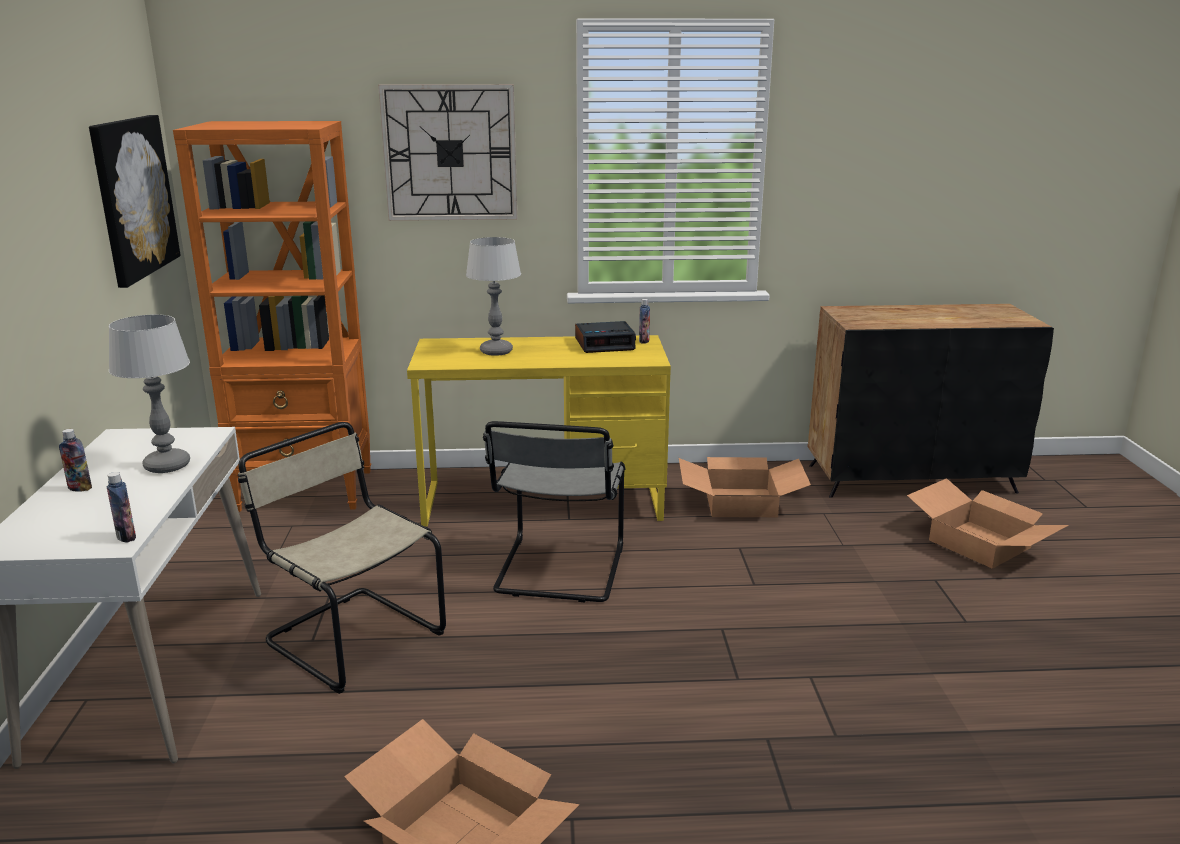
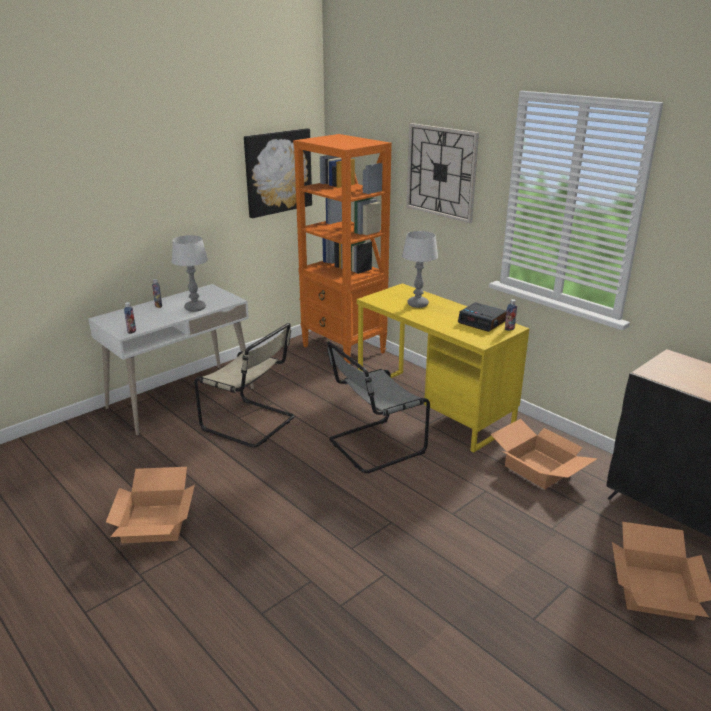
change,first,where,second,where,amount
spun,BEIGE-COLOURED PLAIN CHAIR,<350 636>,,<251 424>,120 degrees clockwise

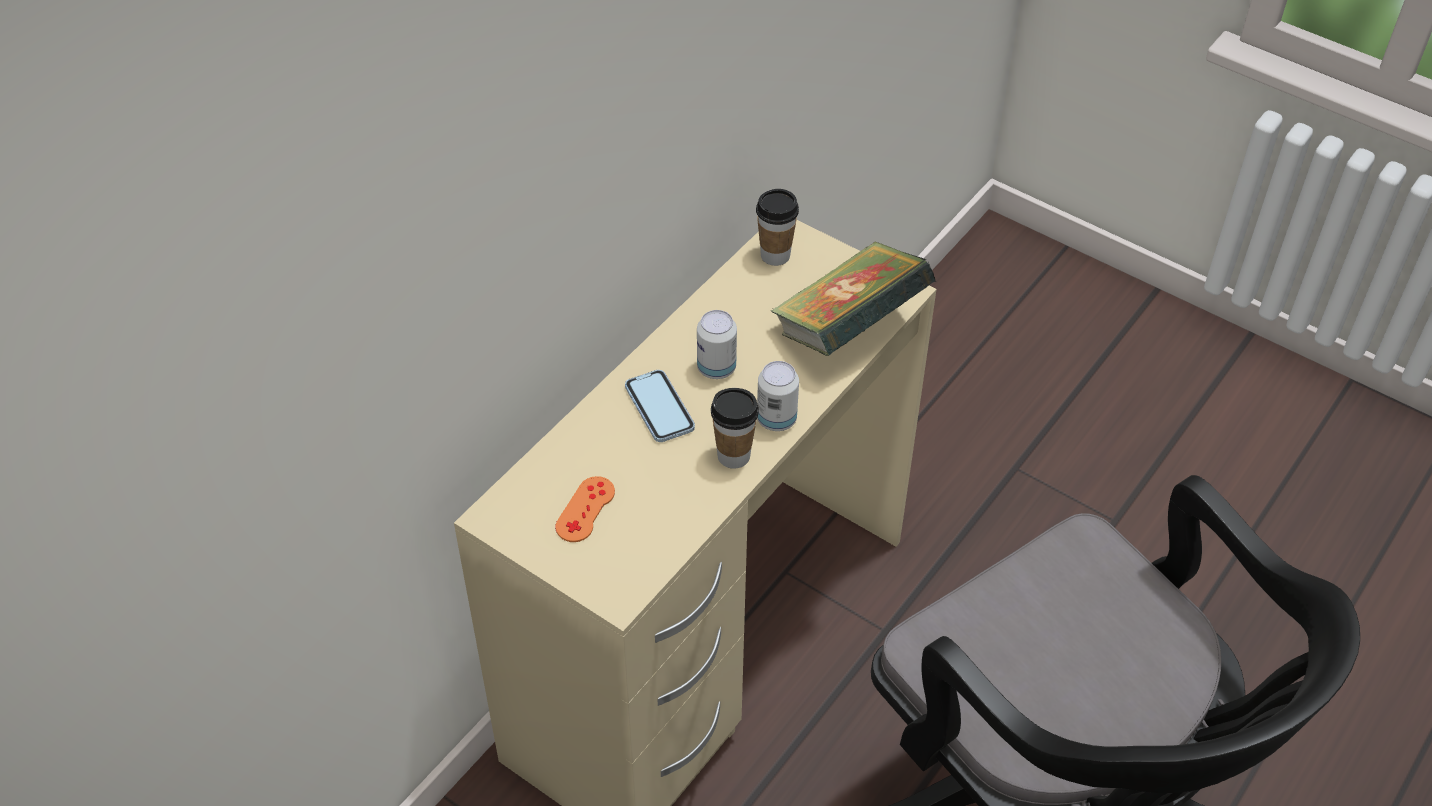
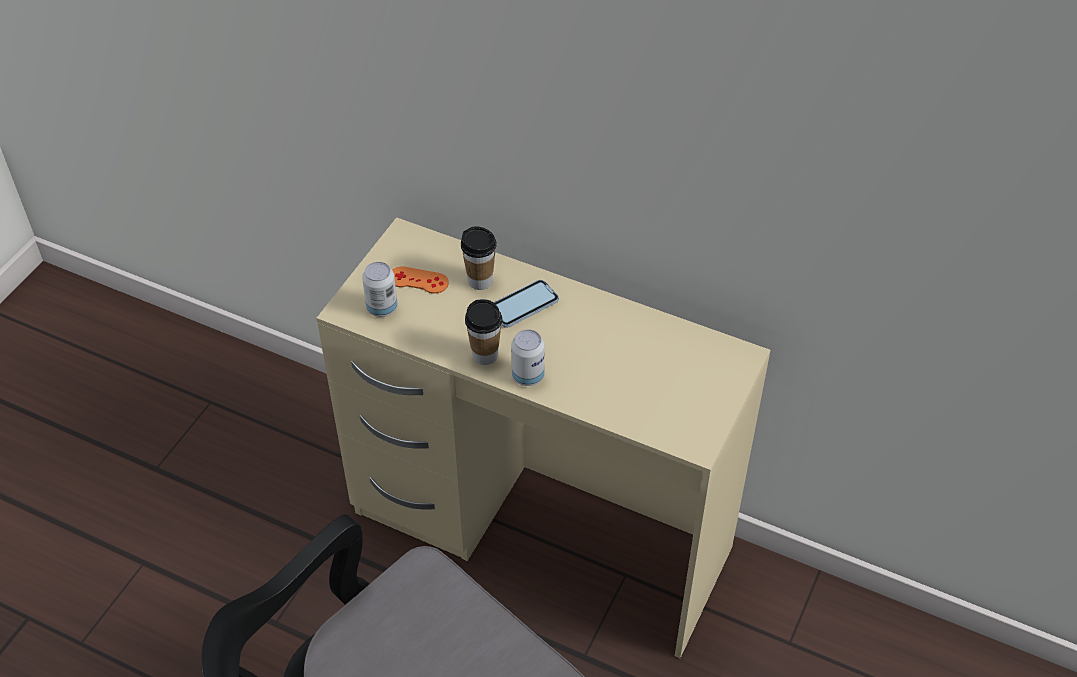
change,first,where,second,where,amount
relocated,METAL CAN,<716 368>,,<382 308>,
relocated,DRINKING CUP,<775 255>,,<480 281>,
missing,BOUND BOOK,<849 329>,,,

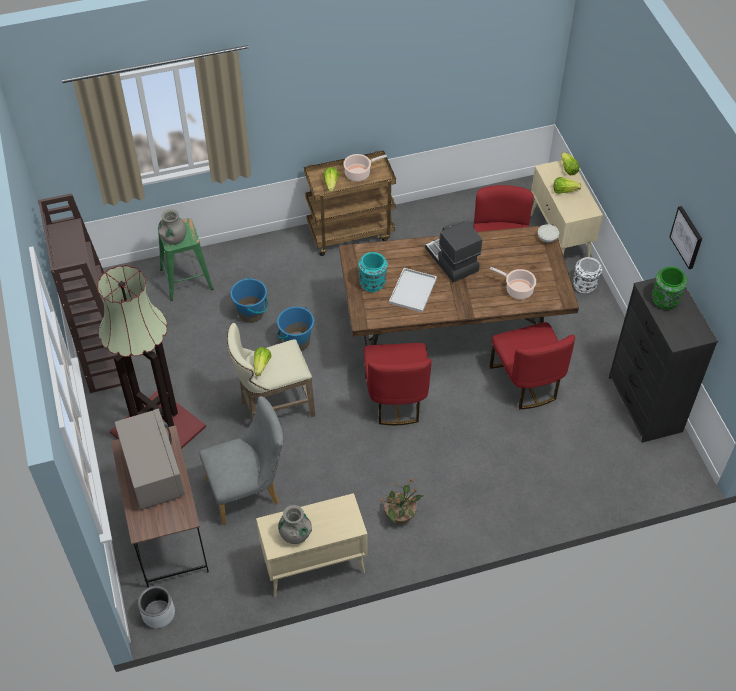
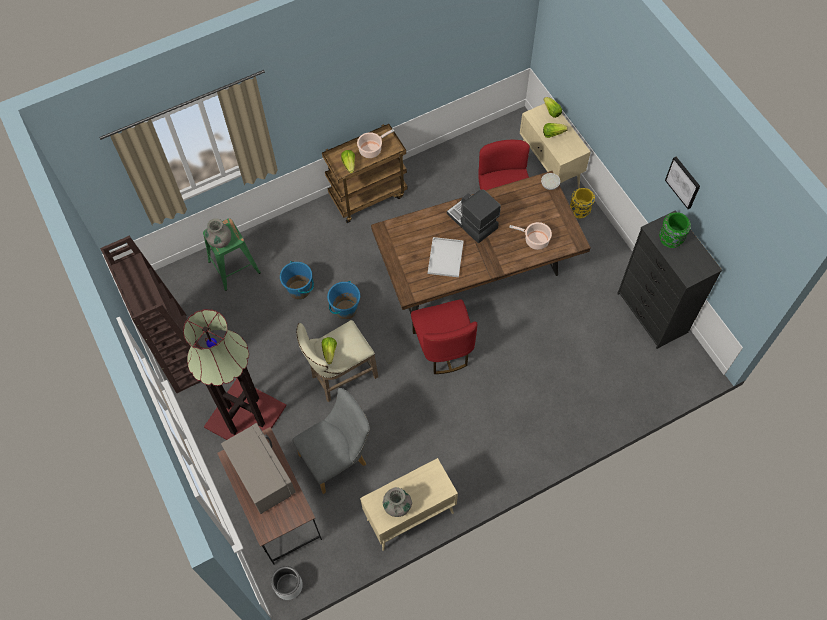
change,first,where,second,where,amount
colour,WHITE-COLOURED FLOWER VASE,<584 286>,YELLOWISH FLOWER VASE,<580 211>,
missing,TURQUOISE FLOWER VASE,<373 284>,,,
missing,PLANT IN A POT,<400 515>,,,
missing,REDDISH PLAIN CHAIR,<526 382>,,,

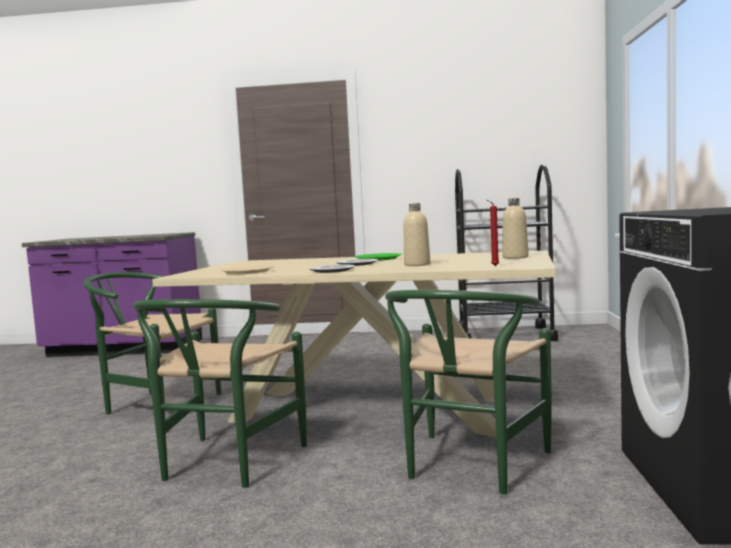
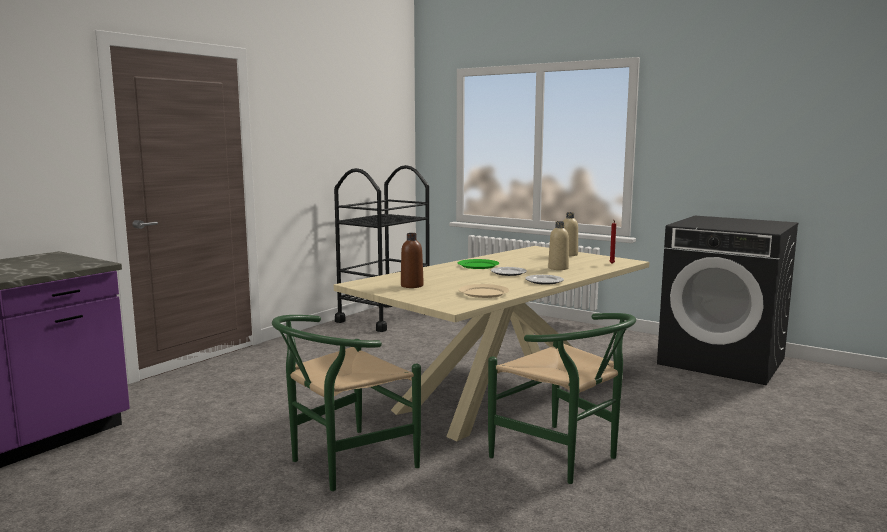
change,first,where,second,where,amount
appeared,,,BROWNISH BOTTLE,<412 286>,
missing,GREEN PLAIN CHAIR,<469 467>,,,

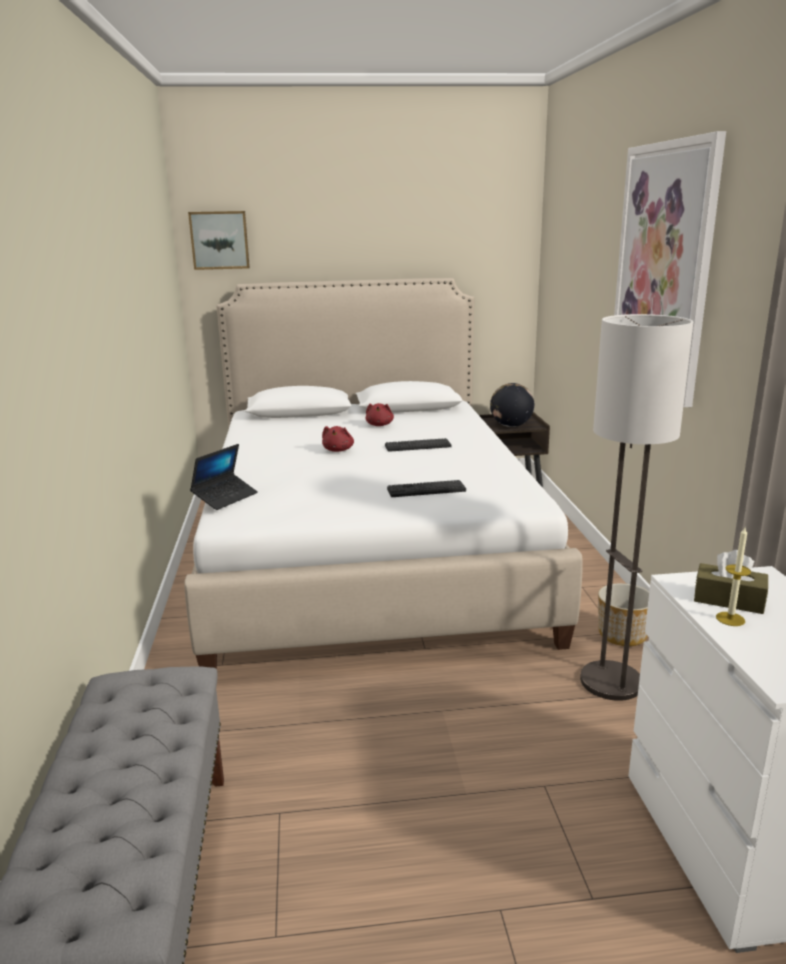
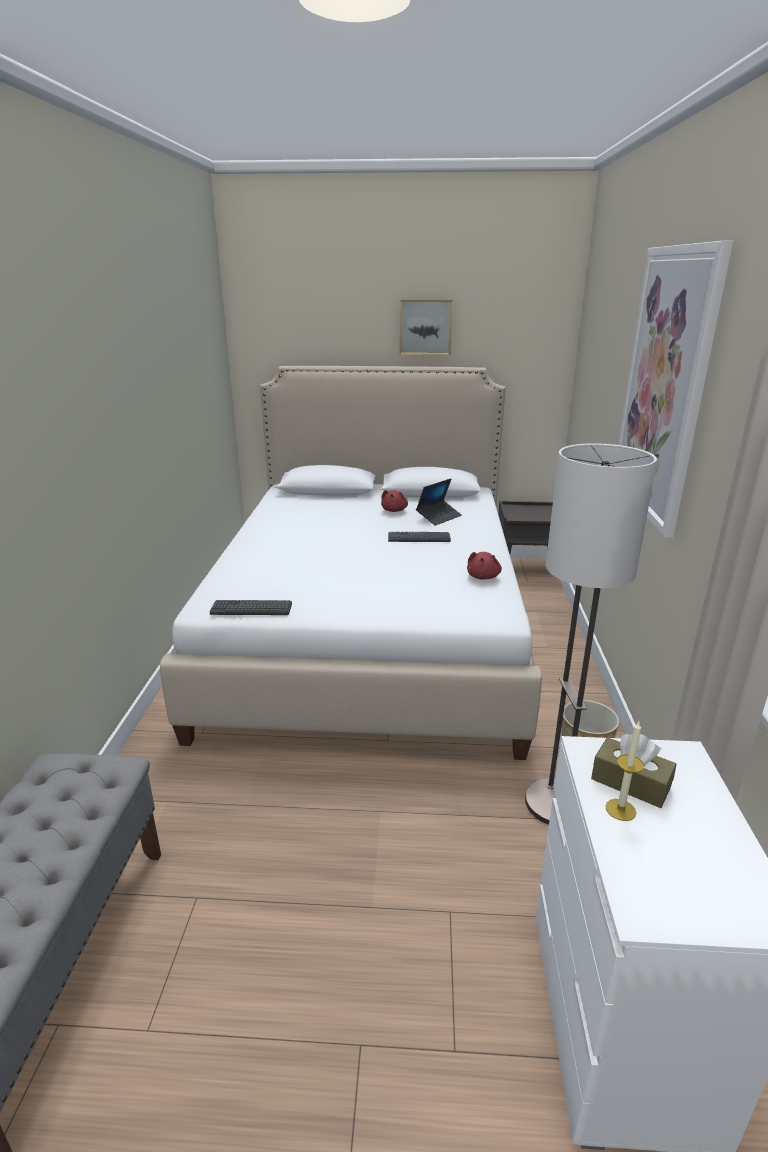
change,first,where,second,where,amount
relocated,PC KEYBOARD,<426 490>,,<251 609>,
relocated,WALL ART,<219 240>,,<425 327>,
relocated,LAPTOP,<225 497>,,<438 517>,
relocated,REDDISH PLUSH TOY,<338 450>,,<483 577>,
missing,WORLD GLOBE,<511 426>,,,

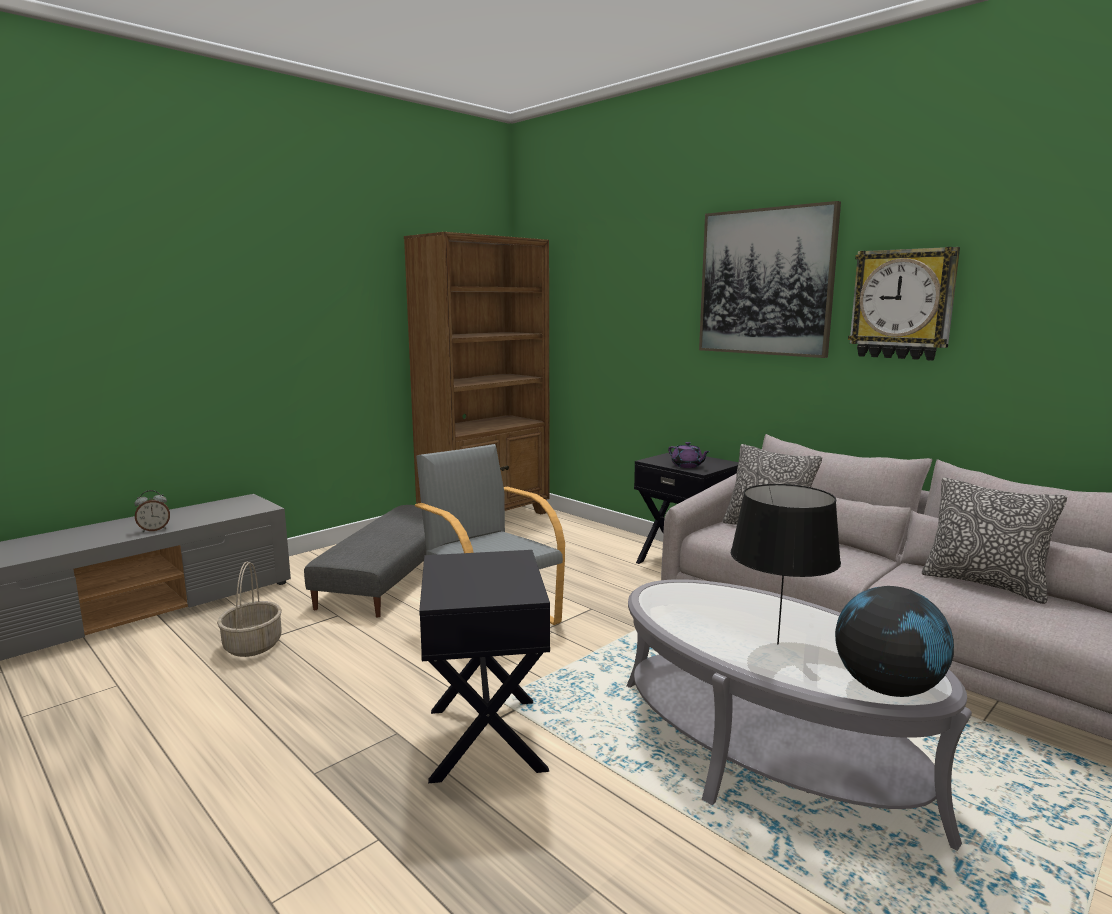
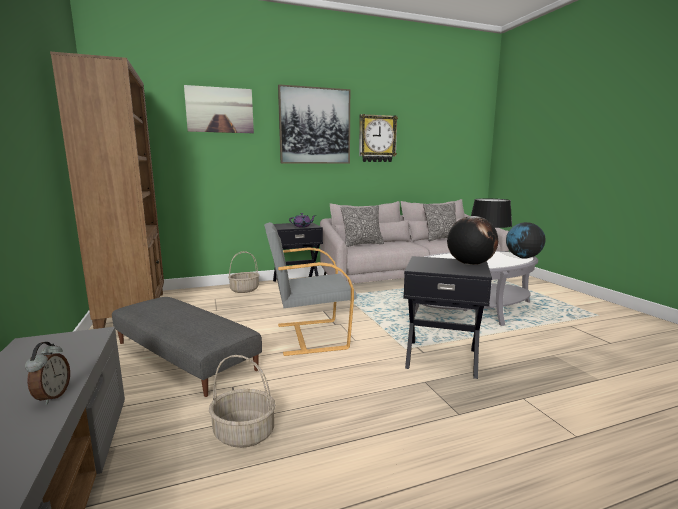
change,first,where,second,where,amount
appeared,,,WALL ART,<220 110>,
appeared,,,STORAGE BASKET,<244 290>,
appeared,,,WORLD GLOBE,<470 264>,

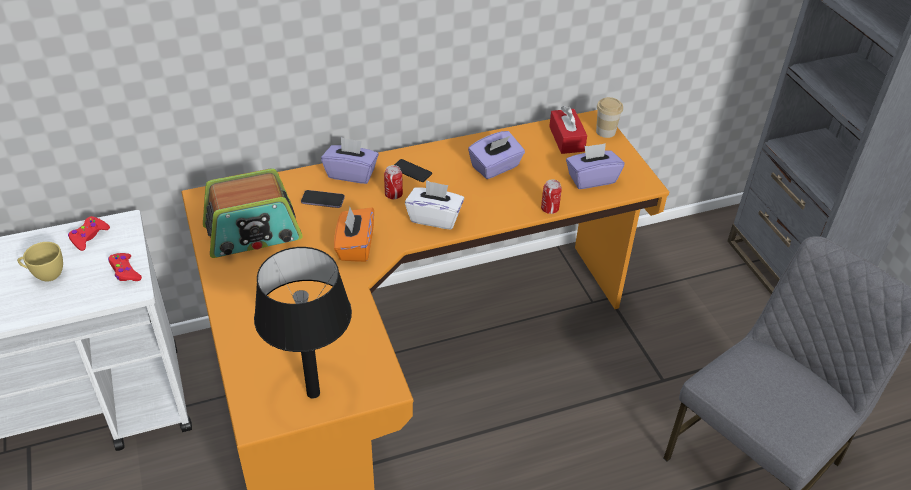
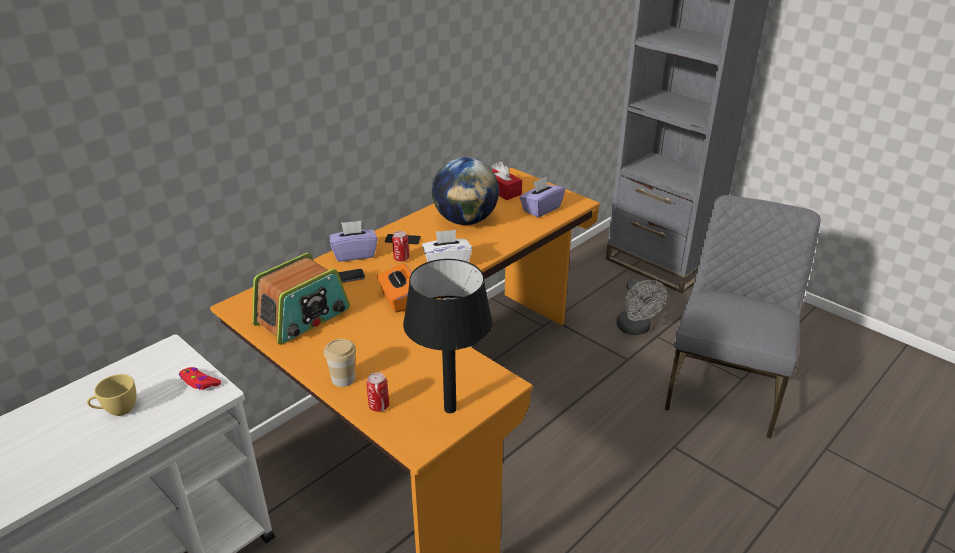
change,first,where,second,where,amount
relocated,DRINKING CUP,<605 132>,,<343 379>,
relocated,METAL CAN,<549 209>,,<379 406>,
exchanged,PURPLISH BOX OF TISSUES,<495 167>,WORLD GLOBE,<465 220>,
appeared,,,GREYISH FAN,<636 329>,
missing,REDDISH JOYPAD,<89 236>,,,

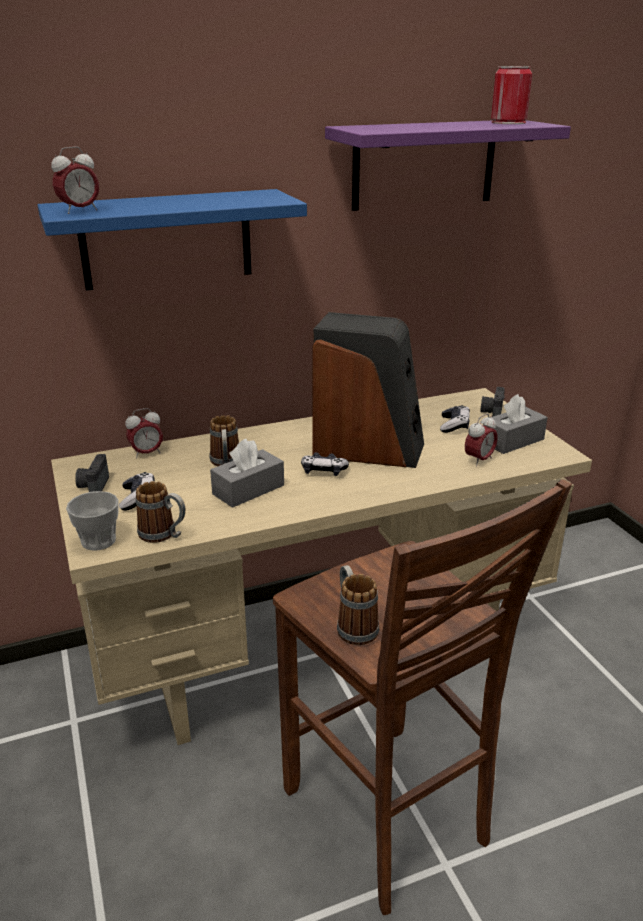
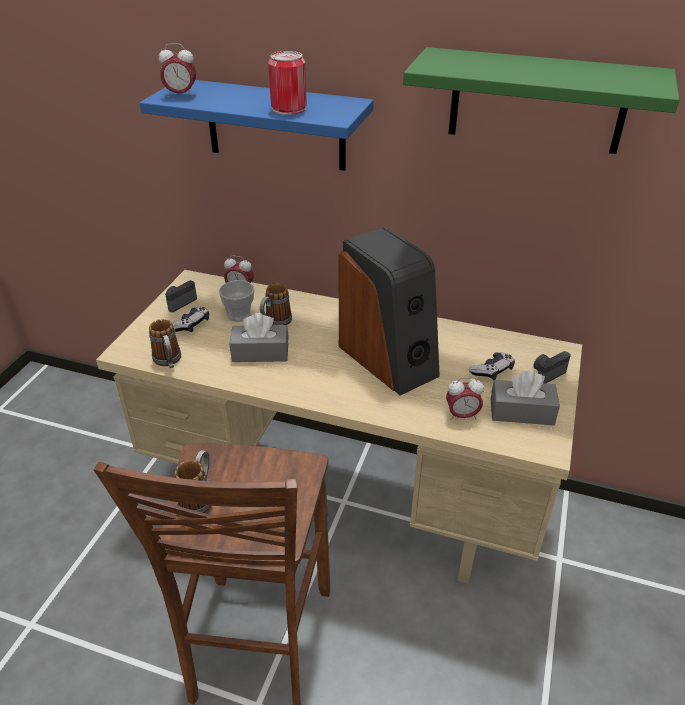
change,first,where,second,where,amount
relocated,DRINKING CUP,<98 541>,,<239 315>,
relocated,METAL CAN,<508 122>,,<289 108>,
colour,PURPLISH WALL SHELF,<424 164>,GREEN WALL SHELF,<537 101>,
missing,JOYPAD,<323 471>,,,

